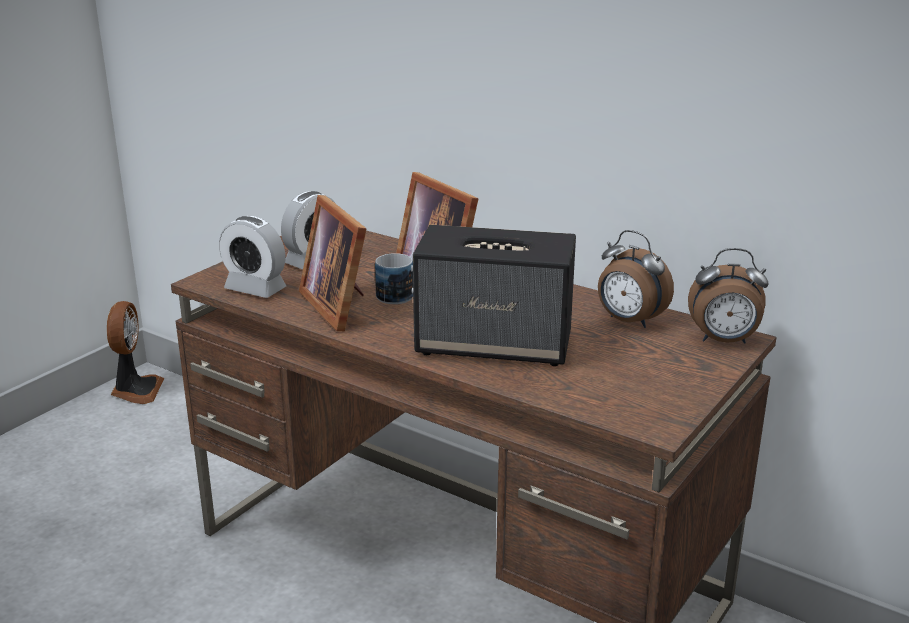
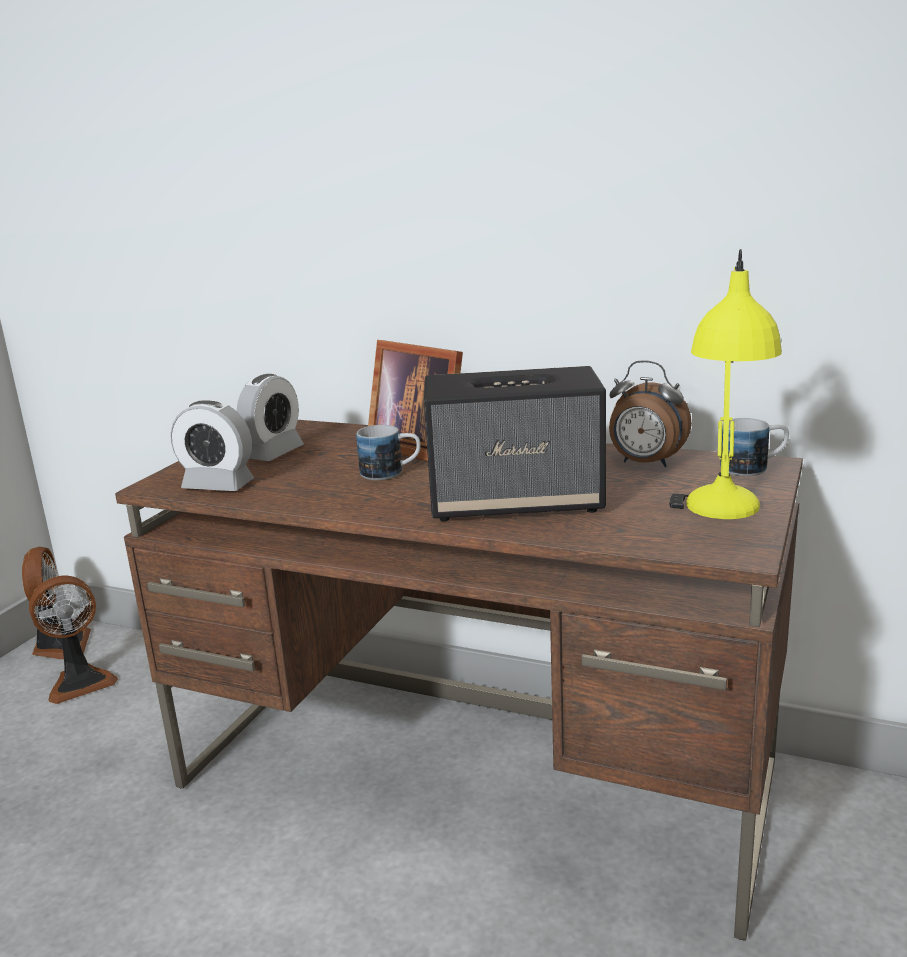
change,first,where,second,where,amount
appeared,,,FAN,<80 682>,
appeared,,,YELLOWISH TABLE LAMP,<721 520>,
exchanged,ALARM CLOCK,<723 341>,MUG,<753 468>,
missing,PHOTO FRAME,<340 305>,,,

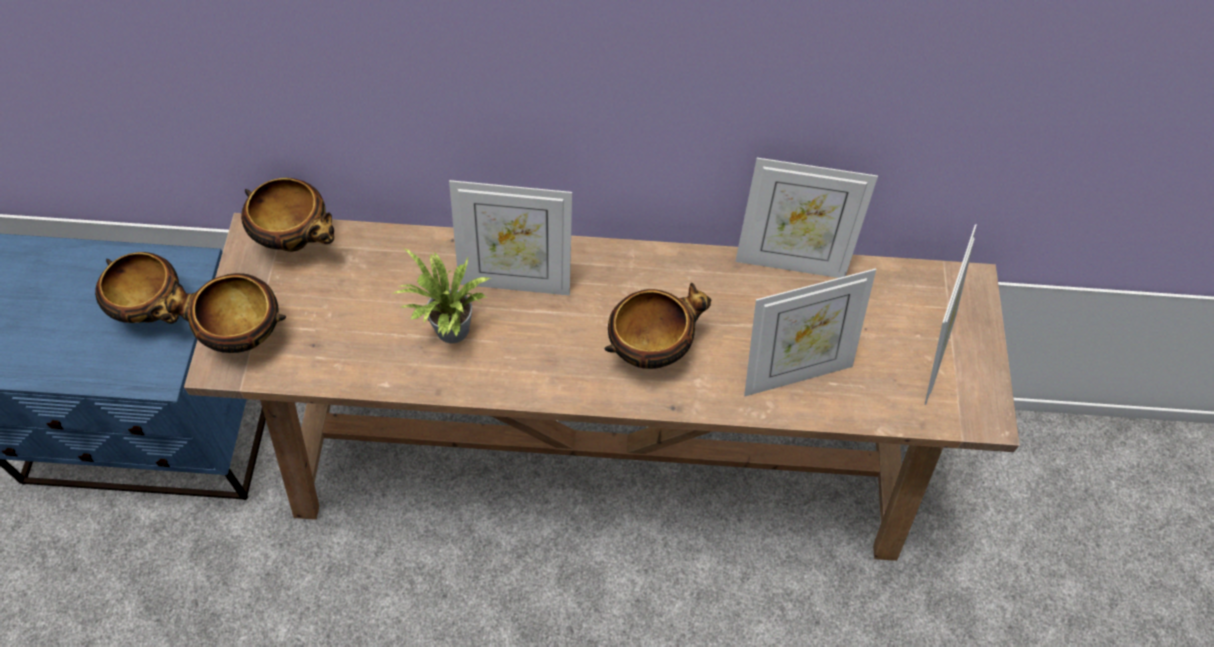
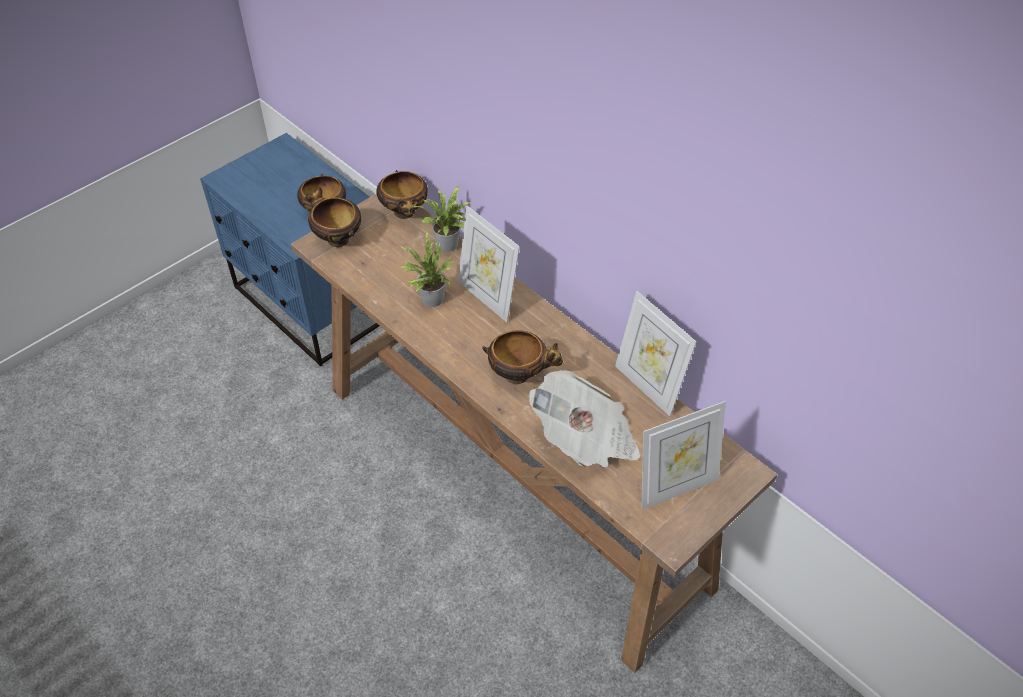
change,first,where,second,where,amount
appeared,,,PLANT IN A POT,<448 246>,
exchanged,PHOTO FRAME,<794 370>,PRINTED PAPER,<585 439>,

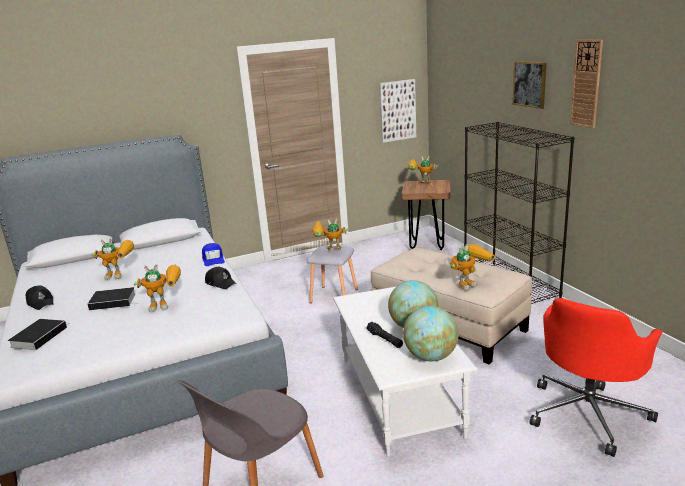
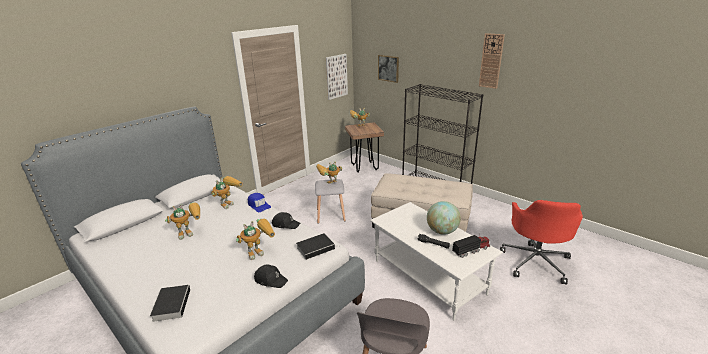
change,first,where,second,where,amount
relocated,ROBOT FIGURE,<469 283>,,<229 203>,
relocated,BLACK-COLOURED PEAKED CAP,<41 302>,,<271 280>,
relocated,BOUND BOOK,<114 301>,,<316 247>,
relocated,WALL ART,<530 84>,,<388 68>,
exchanged,WORLD GLOBE,<431 356>,TOY LORRY,<471 250>,

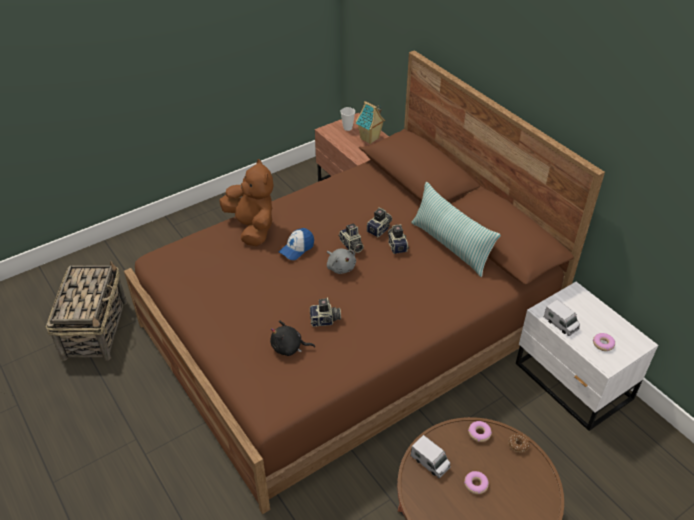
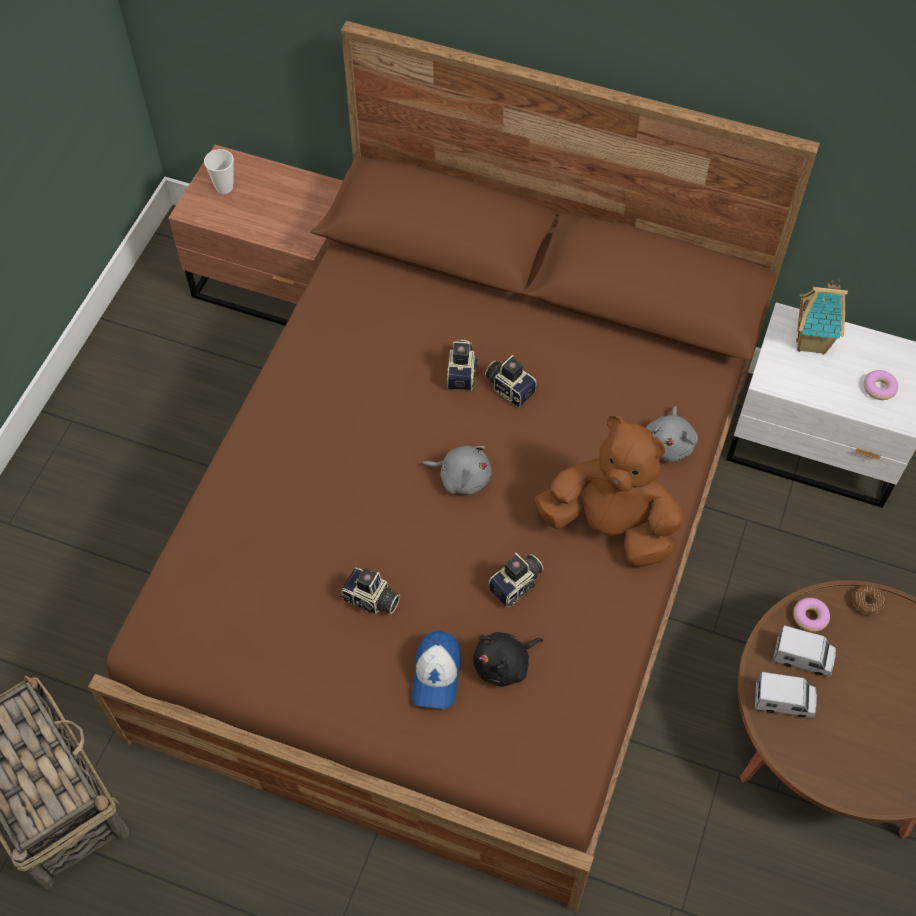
change,first,where,second,where,amount
relocated,STILL CAMERA,<351 245>,,<371 600>,
relocated,PEAKED CAP,<297 249>,,<436 674>,
relocated,BROWNISH PLUSH TOY,<252 227>,,<610 526>,
appeared,,,GREYISH PLUSH TOY,<669 444>,
relocated,TOY LORRY,<560 324>,,<802 658>,
relocated,TOY HOUSE,<370 139>,,<812 342>,
missing,PILLOW,<450 246>,,,
missing,RING DOUGHNUT,<476 484>,,,

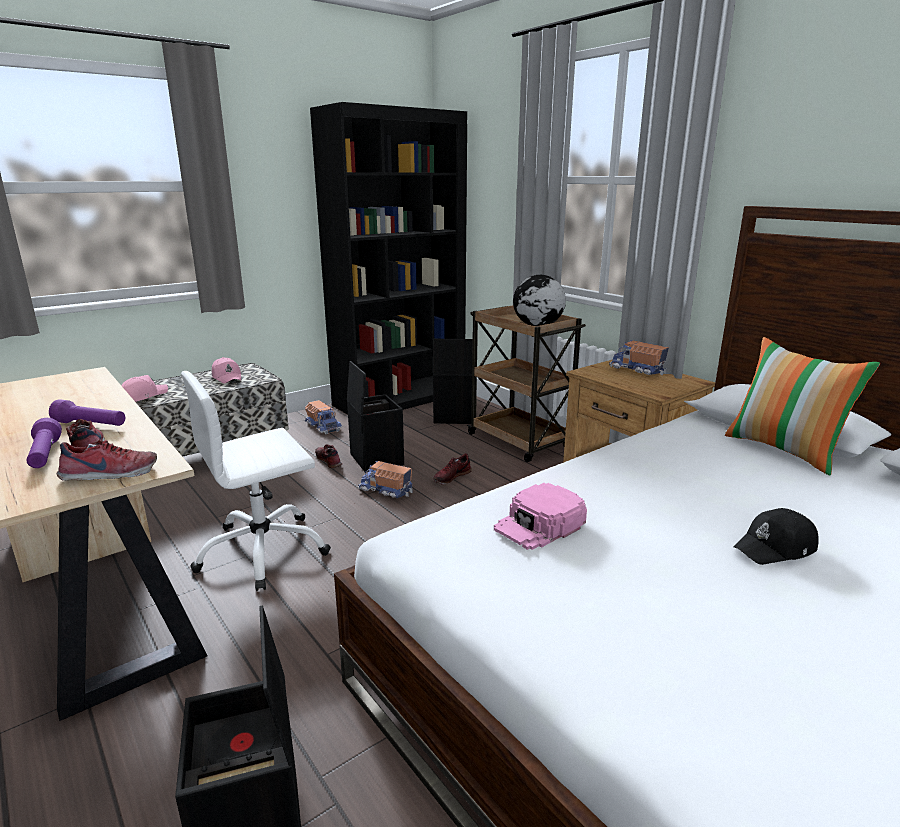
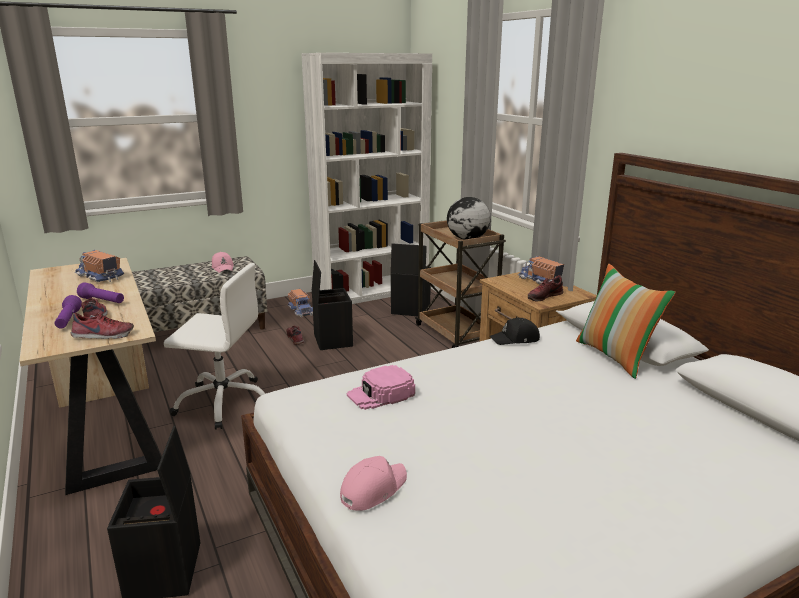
change,first,where,second,where,amount
relocated,TOY LORRY,<385 490>,,<99 277>,
spun,WHITE-COLOURED COMPUTER CHAIR,<263 551>,,<224 402>,150 degrees counterclockwise
colour,BLACK-COLOURED BOOKSHELF,<400 399>,WHITE-COLOURED BOOKSHELF,<372 292>,
relocated,PINK-COLOURED PEAKED CAP,<142 396>,,<373 489>,
relocated,BLACK-COLOURED PEAKED CAP,<776 548>,,<515 339>,
relocated,LOW SHOE,<451 476>,,<544 296>,

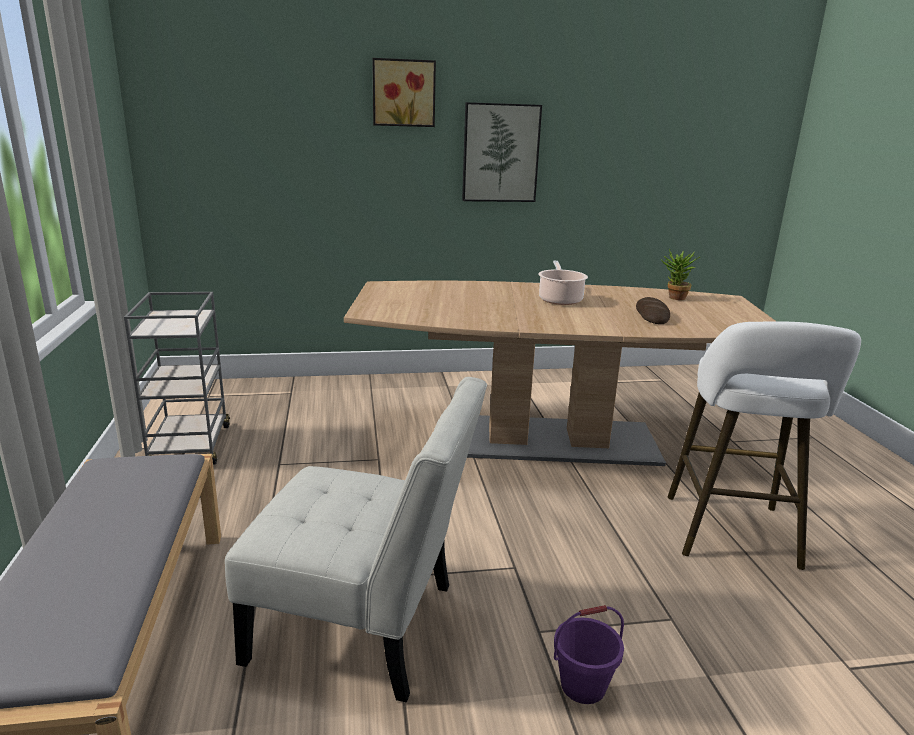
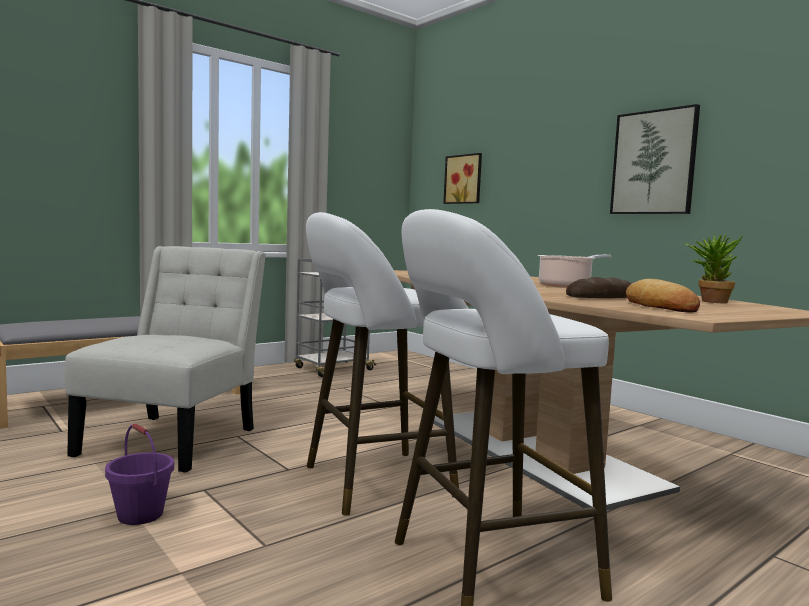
change,first,where,second,where,amount
spun,WHITE-COLOURED PLAIN CHAIR,<364 627>,,<175 439>,150 degrees counterclockwise
appeared,,,WHITE-COLOURED SITTING STOOL,<370 482>,
relocated,WALL ART,<403 93>,,<464 179>,
appeared,,,BAKERY BREAD,<659 306>,

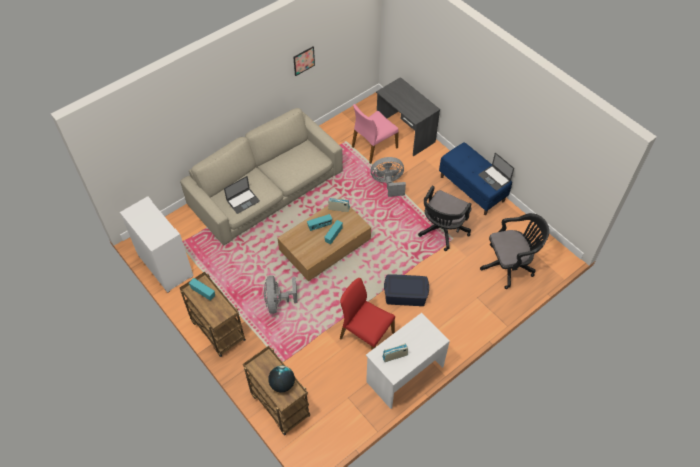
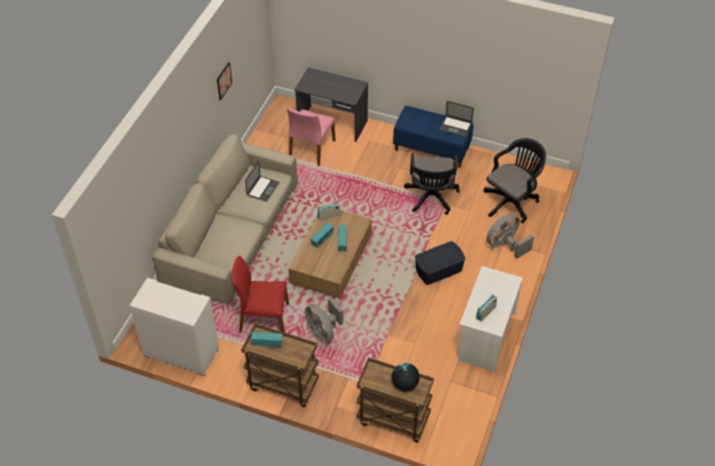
change,first,where,second,where,amount
relocated,REDDISH PLAIN CHAIR,<366 335>,,<263 318>,
relocated,LAPTOP,<243 201>,,<263 189>,
relocated,GREYISH FAN,<388 184>,,<505 245>,

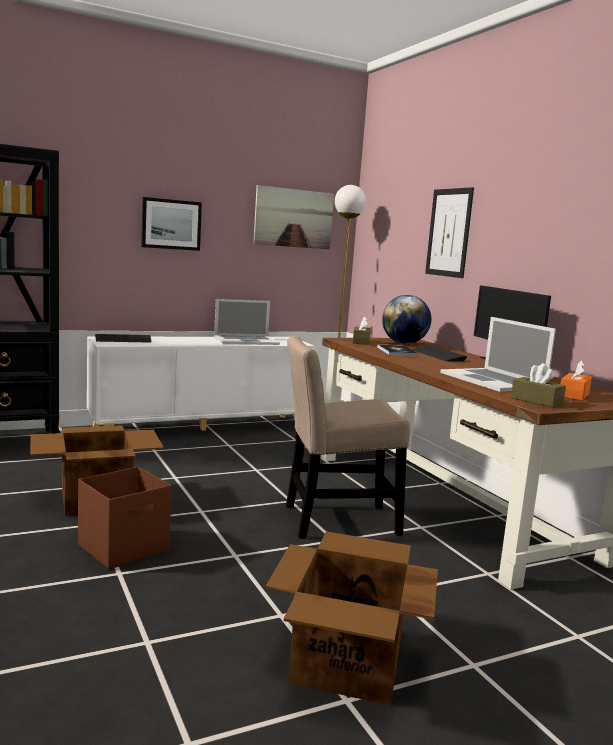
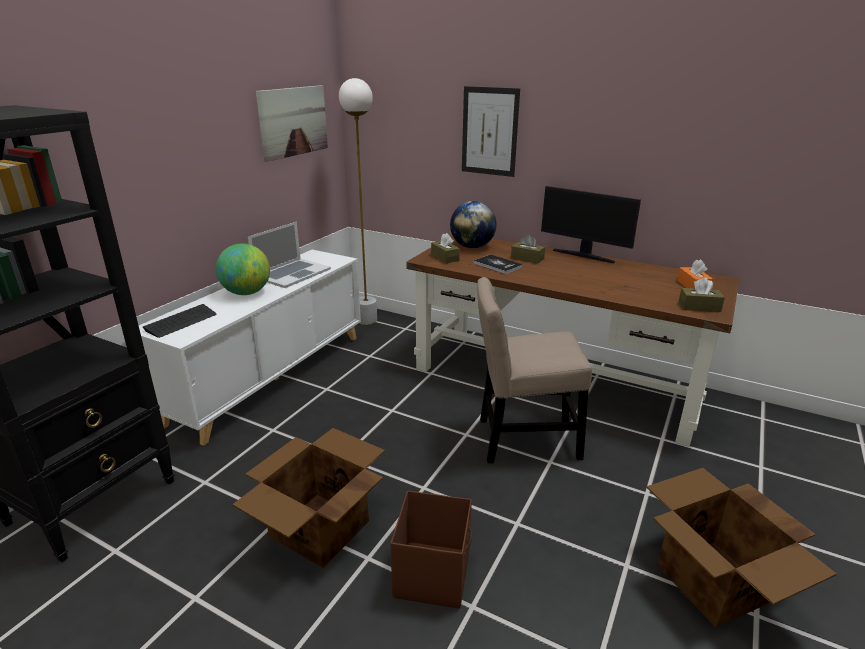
change,first,where,second,where,amount
appeared,,,WORLD GLOBE,<246 293>,
spun,BEIGE-COLOURED PLAIN CHAIR,<335 520>,,<522 439>,45 degrees clockwise
exchanged,PC KEYBOARD,<438 355>,BROWNISH BOX OF TISSUES,<527 258>,
missing,WALL ART,<171 224>,,,
missing,LAPTOP,<493 380>,,,

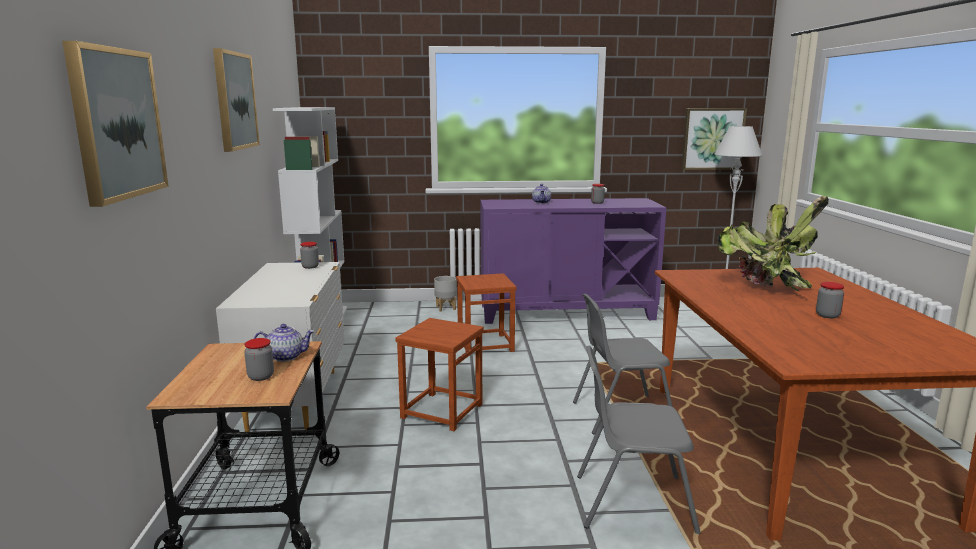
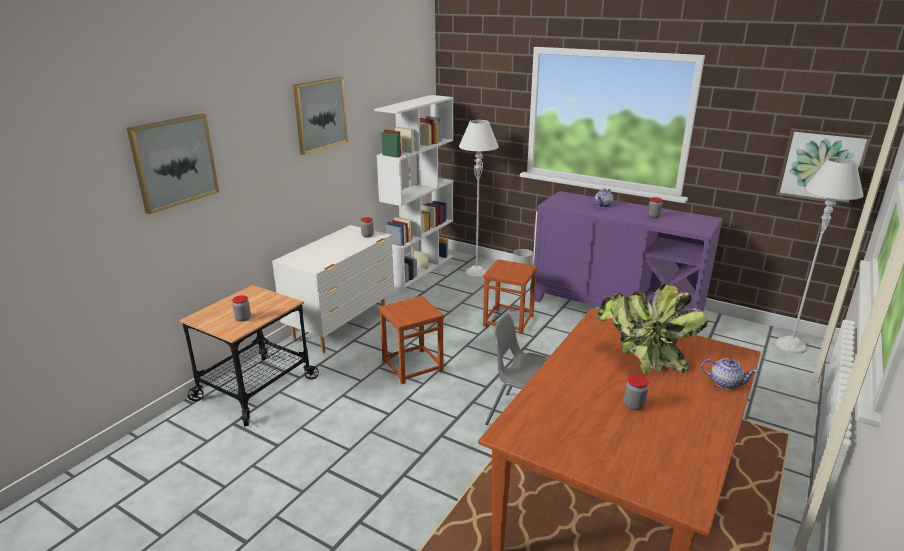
change,first,where,second,where,amount
appeared,,,GREYISH STANDARD LAMP,<476 273>,
relocated,TEA POT,<286 356>,,<725 383>,
missing,GREYISH PLAIN CHAIR,<631 502>,,,

